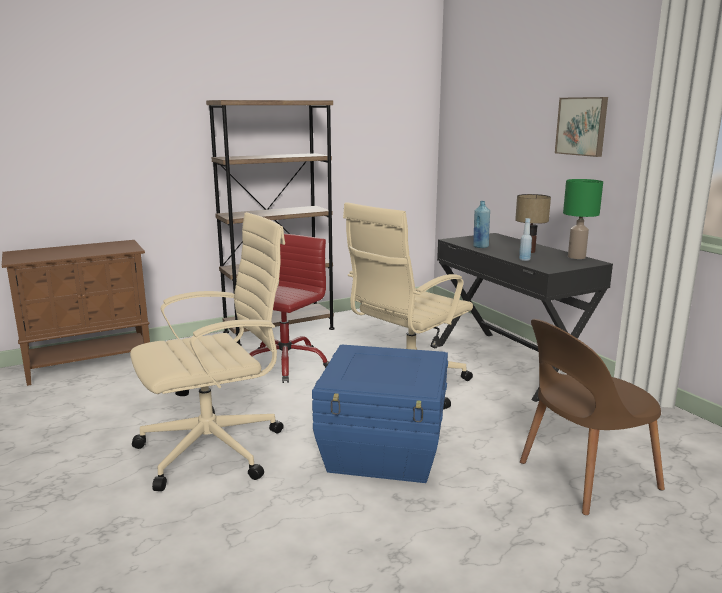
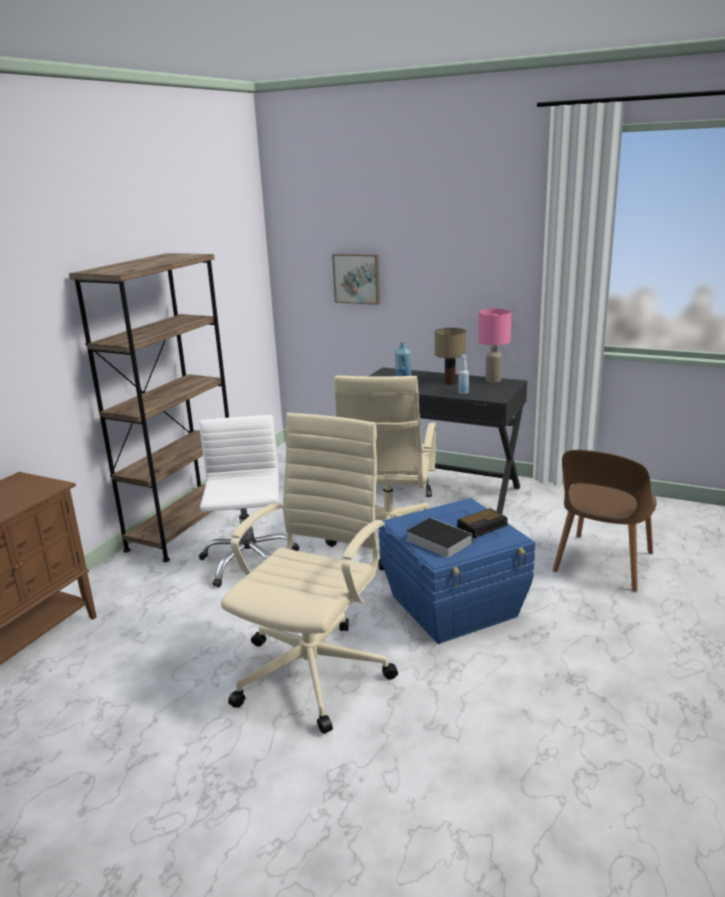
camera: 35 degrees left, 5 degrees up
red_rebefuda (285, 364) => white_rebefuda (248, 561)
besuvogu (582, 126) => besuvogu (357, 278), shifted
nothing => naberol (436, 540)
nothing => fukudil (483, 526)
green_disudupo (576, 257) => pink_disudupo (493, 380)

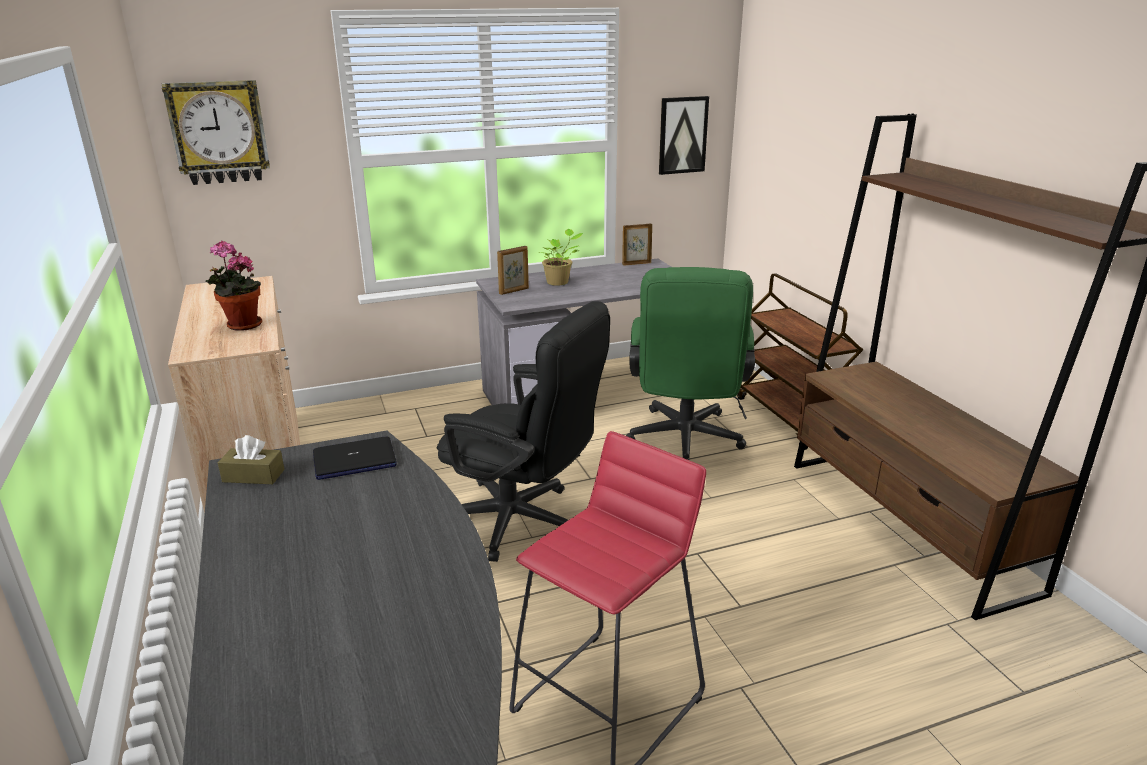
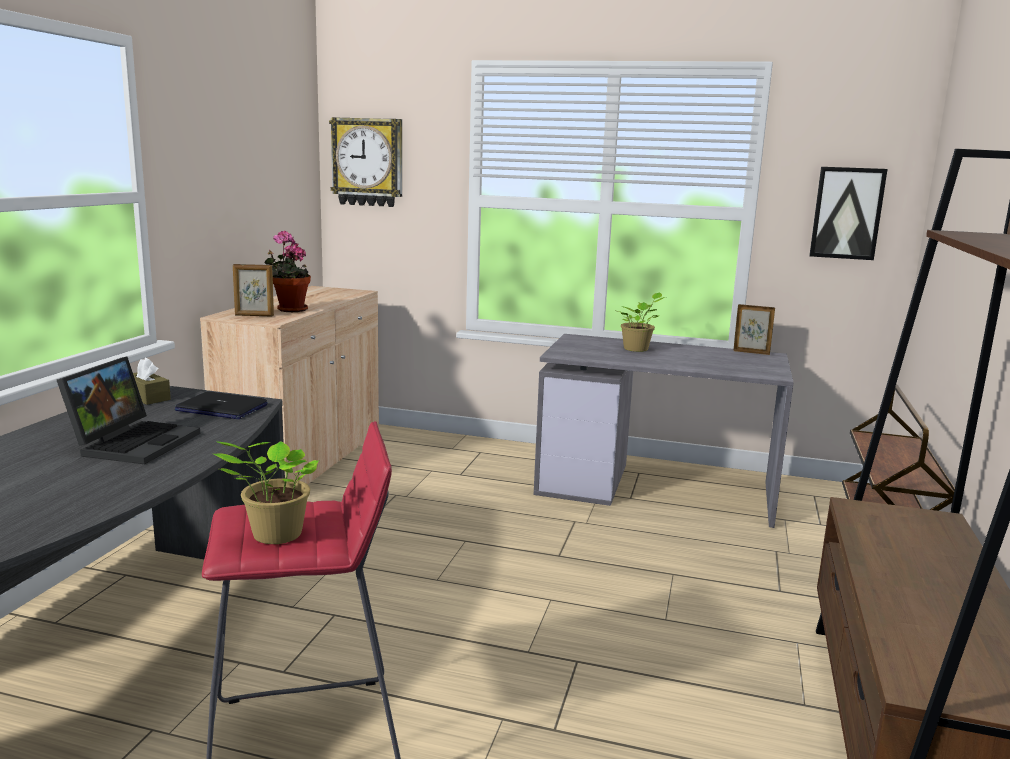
camera: 35 degrees right, 10 degrees down
nothing => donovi (134, 442)
nothing => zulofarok (274, 535)
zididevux (514, 291) => zididevux (254, 315), shifted
black_rebefuda (523, 522) => nothing
green_rebefuda (684, 442) => nothing

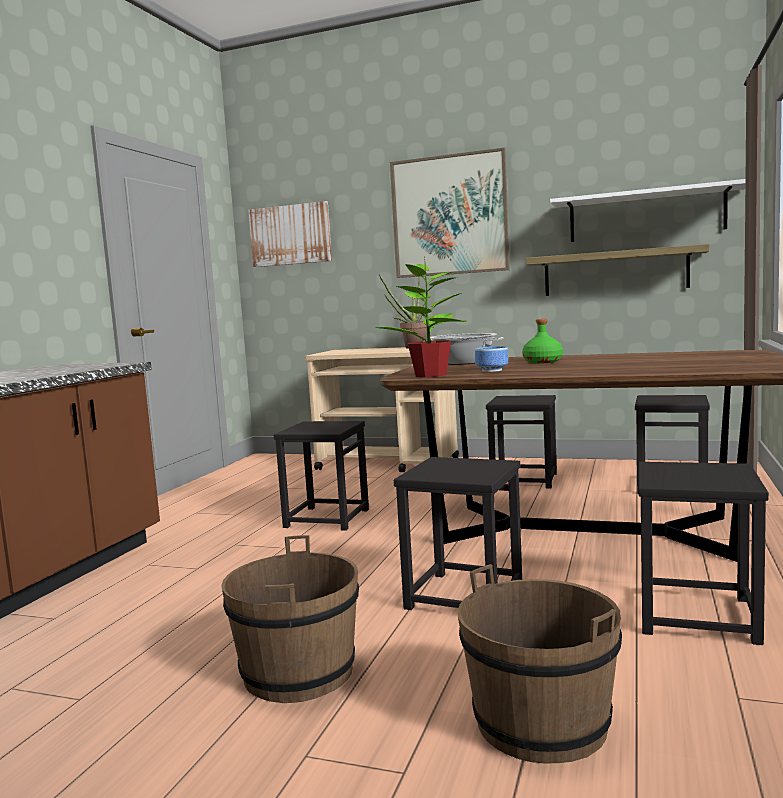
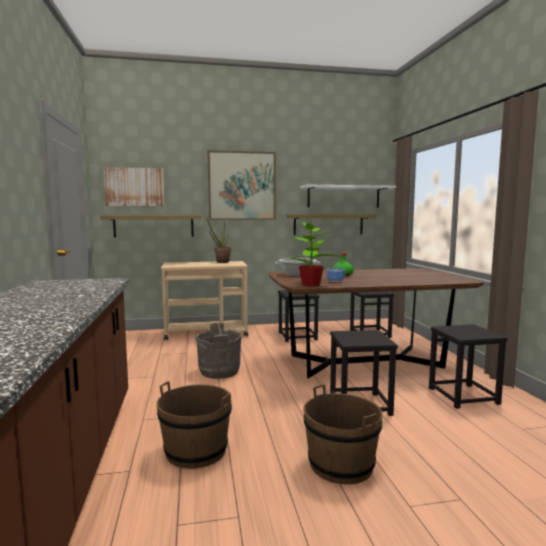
camera: 30 degrees left, 0 degrees up
nothing => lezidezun (154, 226)
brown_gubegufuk (541, 723) => brown_gubegufuk (196, 451), shifted
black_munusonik (326, 518) => grey_gubegufuk (219, 371)

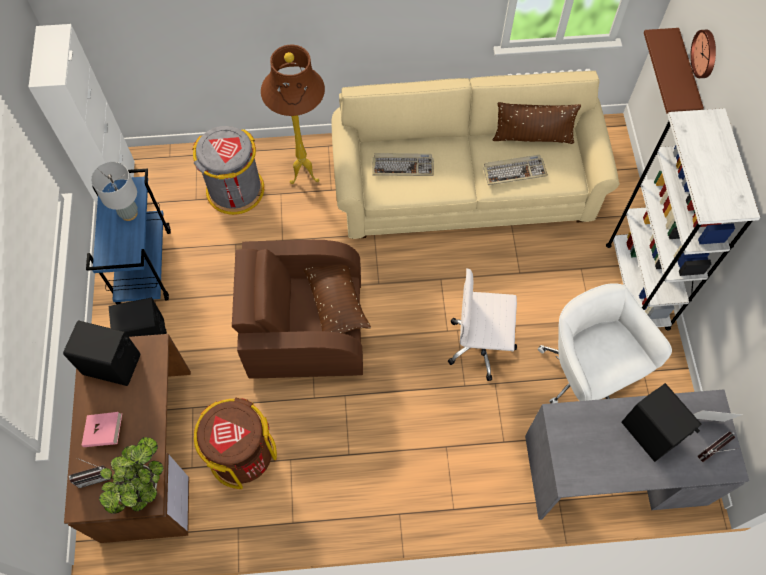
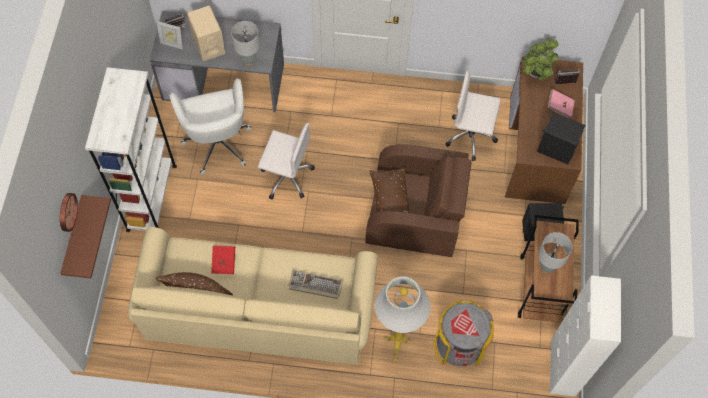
camera: 170 degrees left, 0 degrees up
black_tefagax (651, 432) => beige_tefagax (208, 45)
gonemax (514, 171) => red_naberol (224, 262)
nothing => grey_disudupo (248, 60)
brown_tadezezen (305, 176) => white_tadezezen (395, 347)
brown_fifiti (242, 454) => white_rebefuda (471, 136)
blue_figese (144, 265) => brown_figese (540, 289)

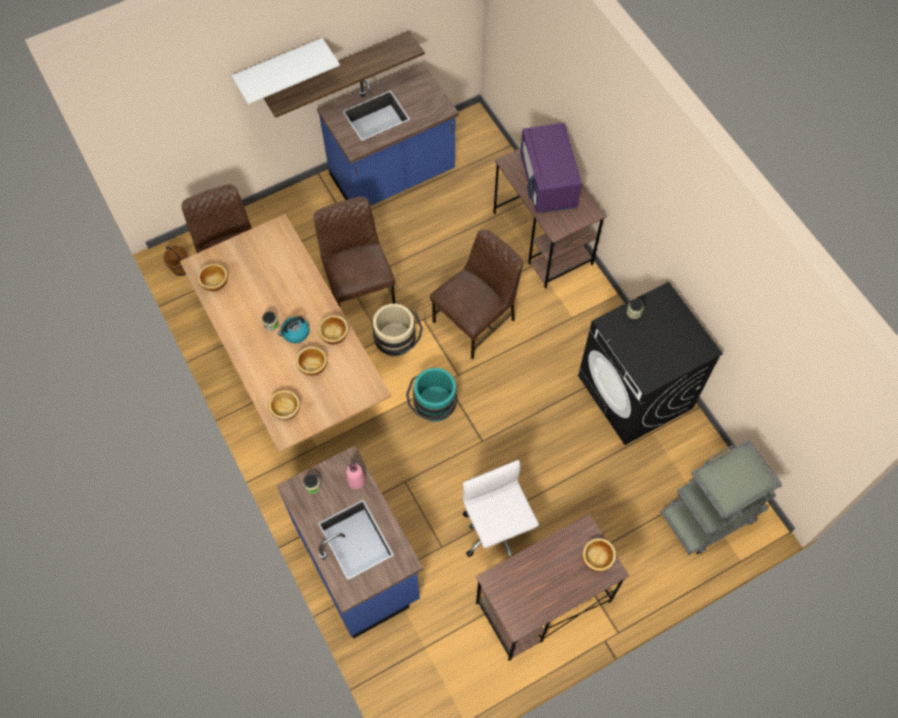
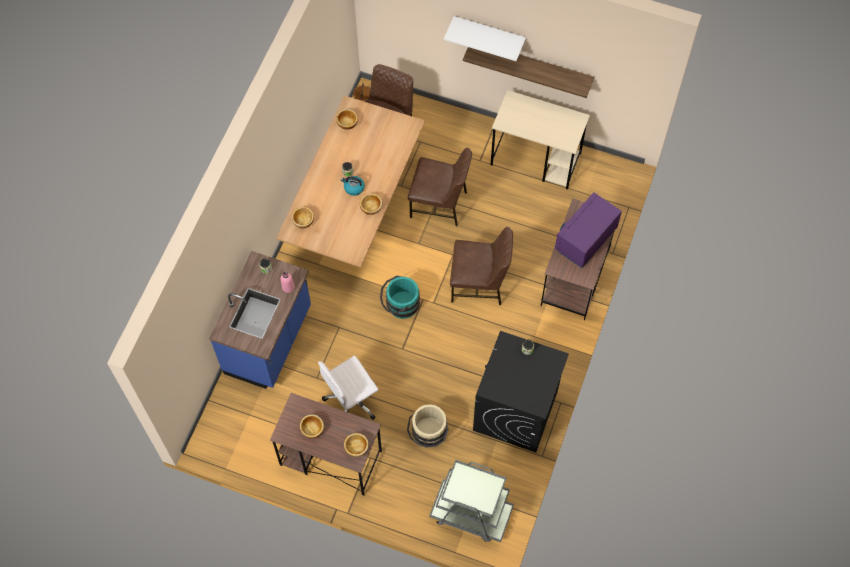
camera: 50 degrees right, 0 degrees up
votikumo (312, 366) => votikumo (312, 429), shifted
white_rebefuda (497, 532) => white_rebefuda (352, 401), 150 degrees counterclockwise
beige_gubegufuk (397, 343) => beige_gubegufuk (428, 435), shifted
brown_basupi (359, 288) => brown_basupi (439, 204), 75 degrees clockwise
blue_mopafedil (393, 175) => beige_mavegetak (536, 159)

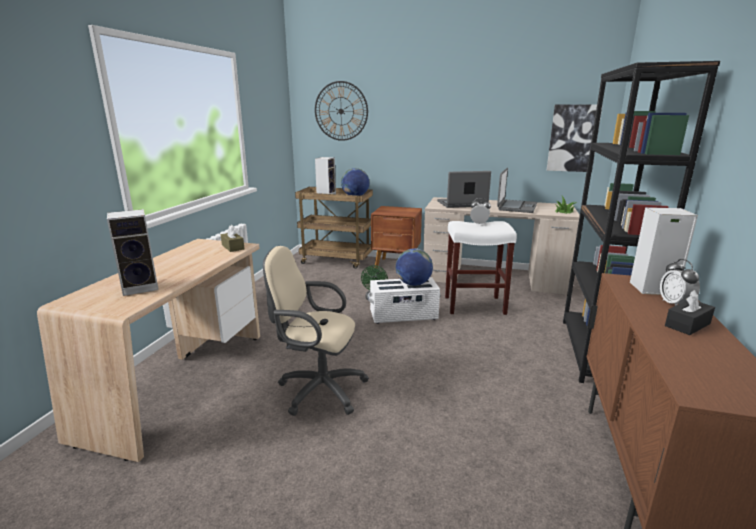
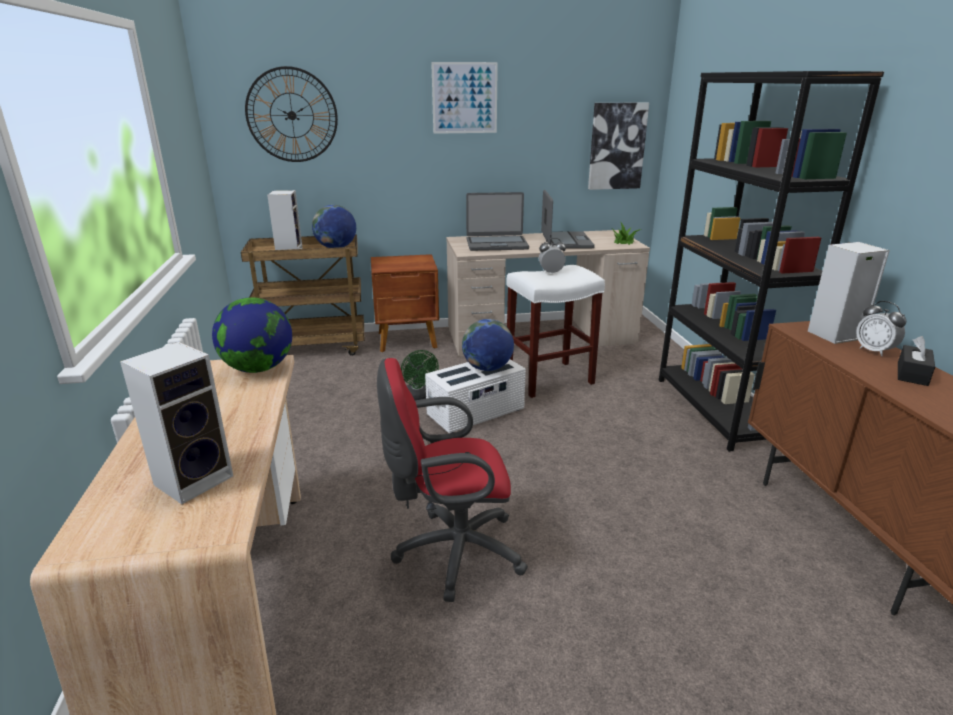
camera: 25 degrees left, 5 degrees up
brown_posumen (233, 247) => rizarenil (258, 369)
beige_rebefuda (317, 389) => red_rebefuda (452, 553)
nothing => besuvogu (464, 98)
donovi (462, 204) => donovi (496, 244), 150 degrees counterclockwise

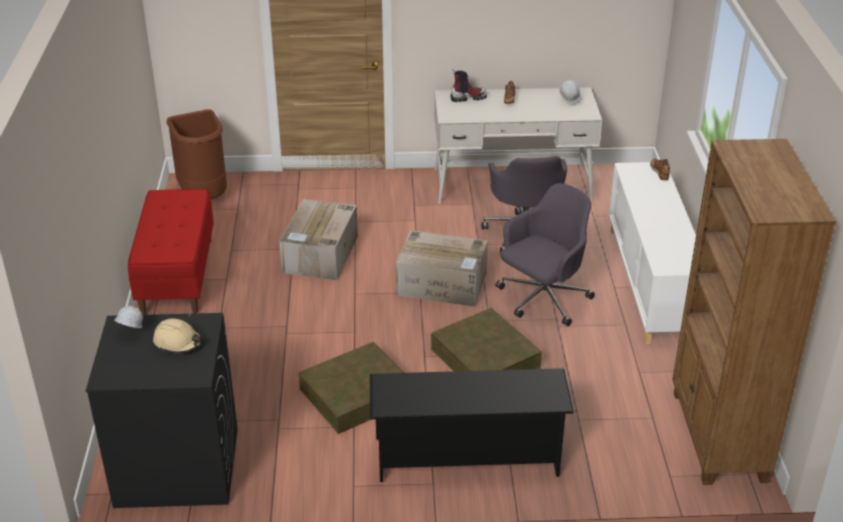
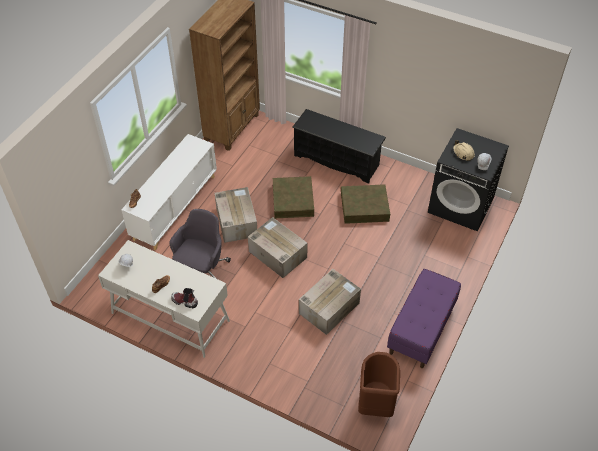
camera: 150 degrees left, 15 degrees up
grey_rebefuda (542, 299) => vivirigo (236, 221)
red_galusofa (177, 275) => purple_galusofa (421, 329)

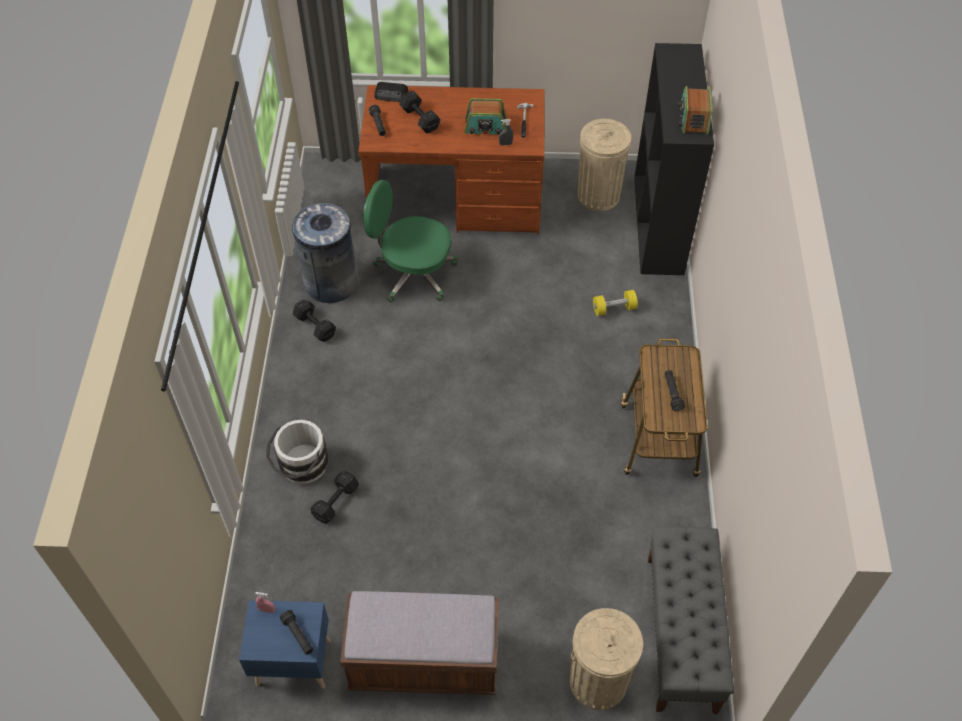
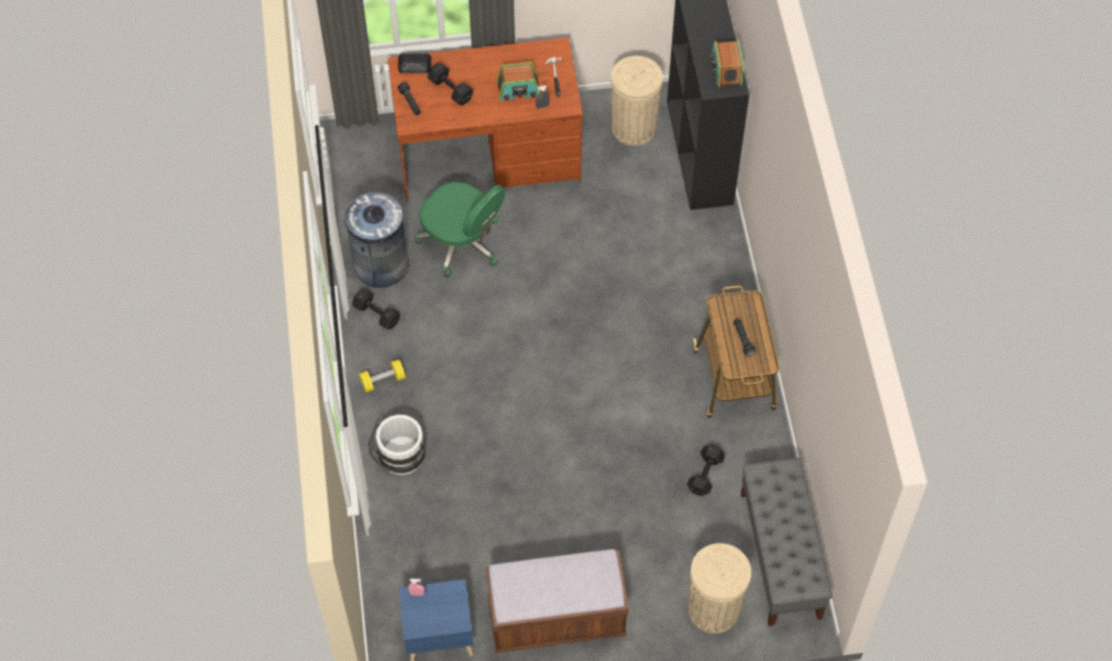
camera: 10 degrees left, 5 degrees up
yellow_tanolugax (614, 308) => yellow_tanolugax (383, 380), shifted
green_rebefuda (413, 274) => green_rebefuda (462, 243), 150 degrees counterclockwise
black_tanolugax (337, 501) => black_tanolugax (706, 474), shifted
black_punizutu (298, 635) => nothing

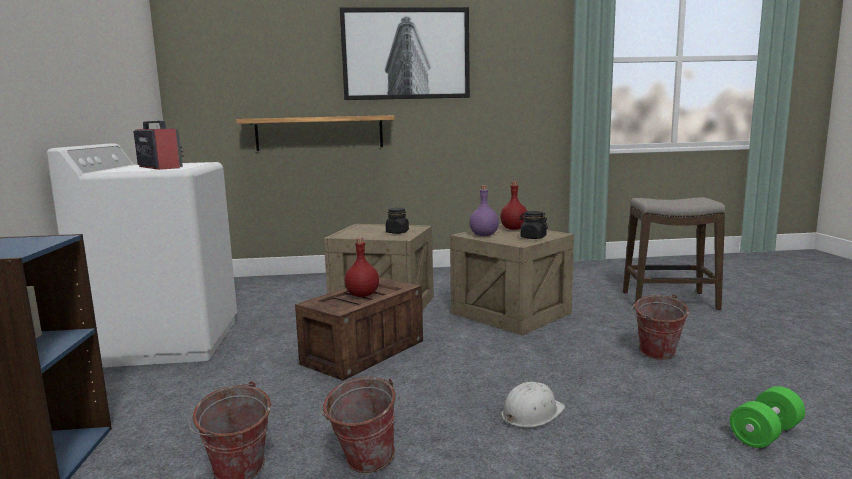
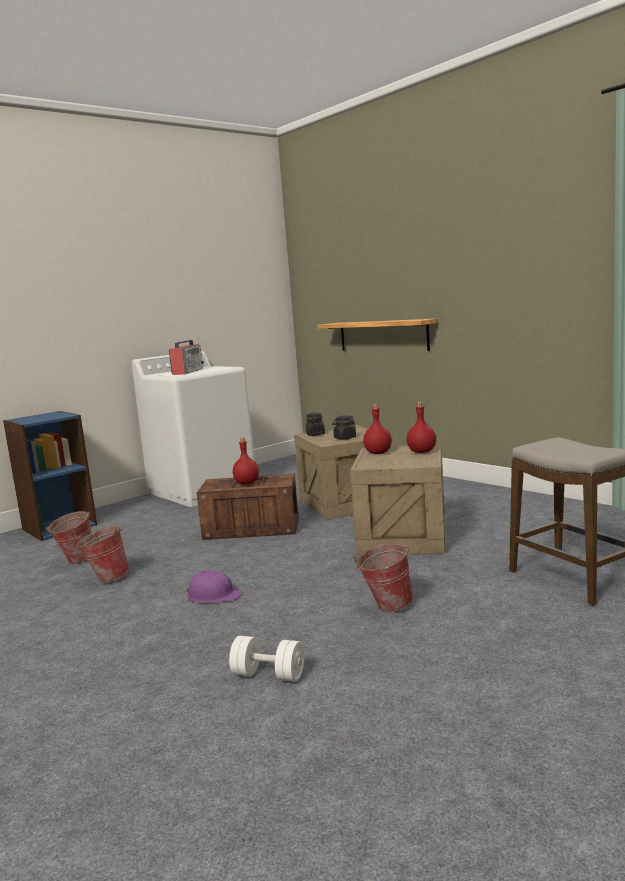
camera: 55 degrees right, 0 degrees up
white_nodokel (531, 413) => purple_nodokel (213, 595)
green_tanolugax (765, 434) => white_tanolugax (268, 675)
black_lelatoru (533, 237) => black_lelatoru (315, 434), shifted
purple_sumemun (483, 235) => red_sumemun (378, 453)
besuvogu (406, 54) => nothing

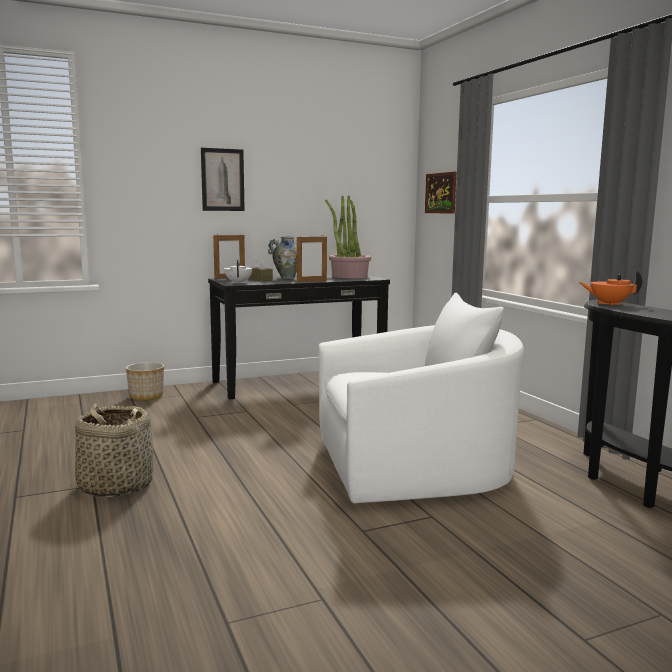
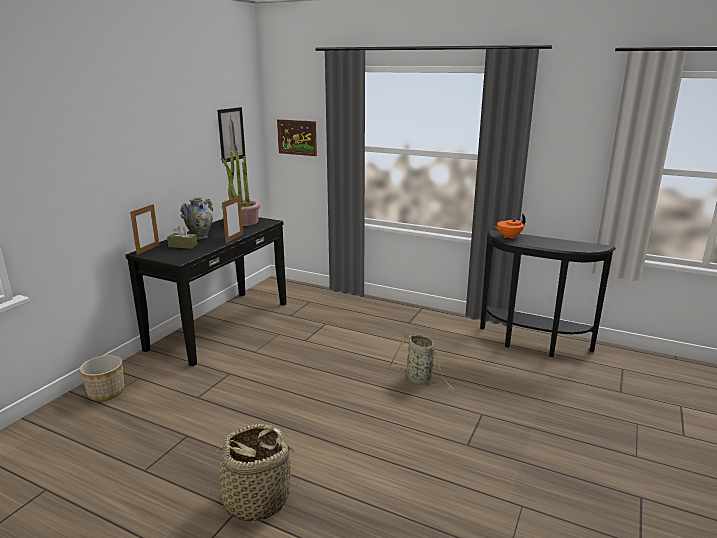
camera: 40 degrees left, 10 degrees up
besuvogu (222, 180) => besuvogu (231, 134), shifted
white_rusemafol (415, 468) => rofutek (420, 380)
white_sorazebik (238, 283) => nothing

